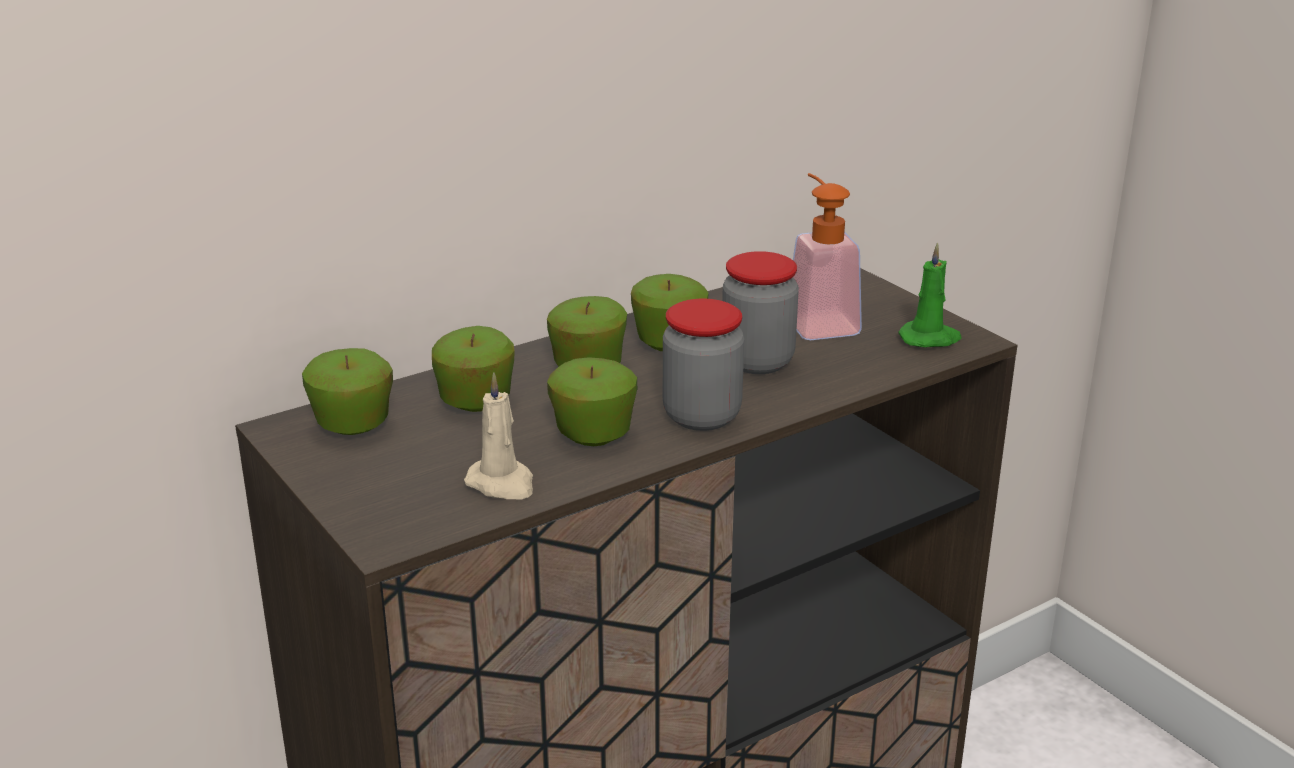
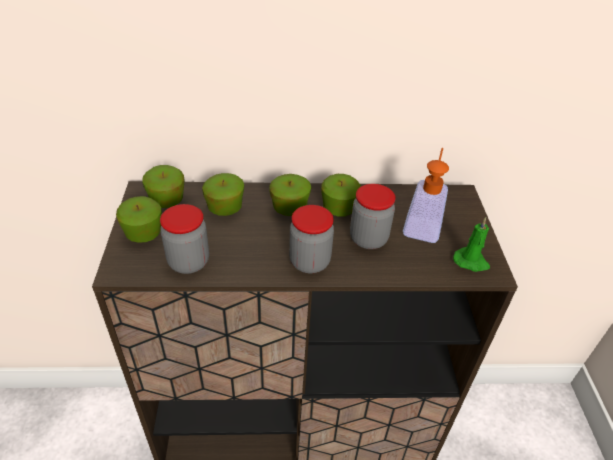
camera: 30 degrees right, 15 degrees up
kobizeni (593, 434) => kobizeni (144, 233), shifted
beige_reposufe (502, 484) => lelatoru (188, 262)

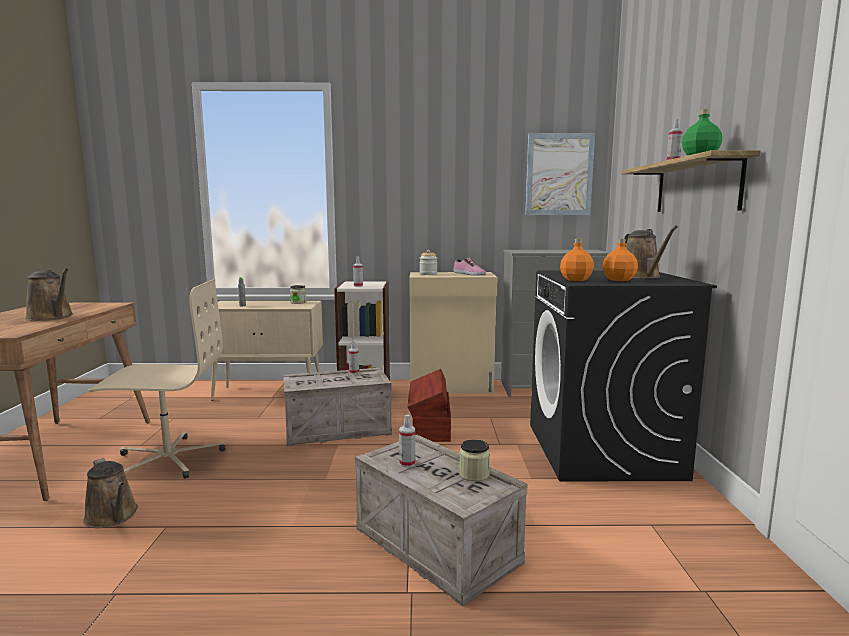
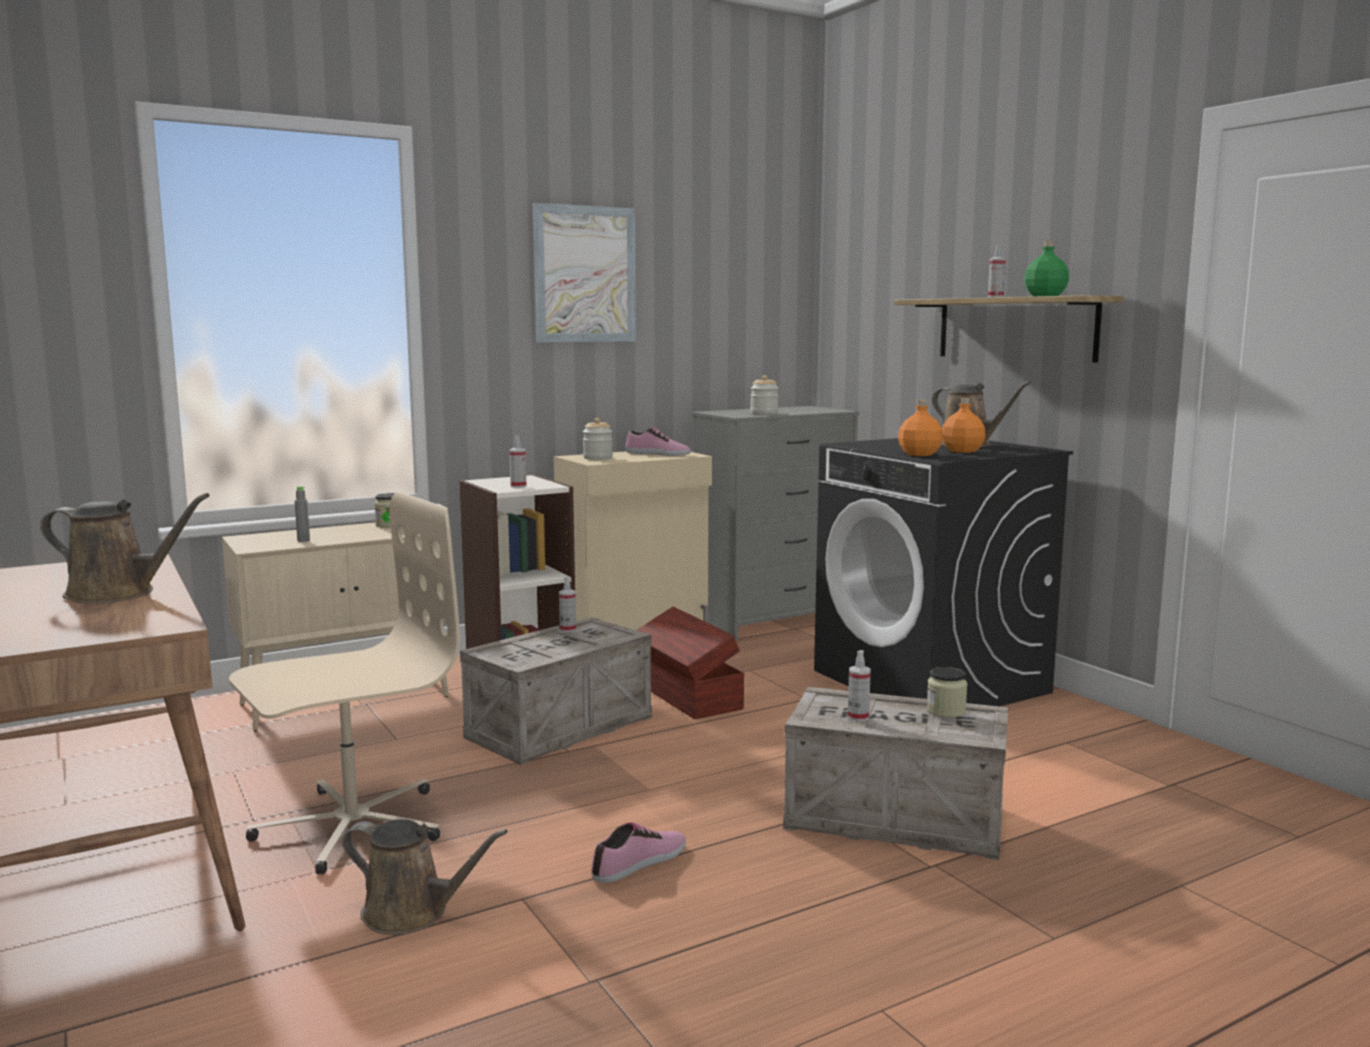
camera: 30 degrees left, 0 degrees up
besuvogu (559, 174) => besuvogu (585, 274), shifted
nothing => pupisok (640, 863)
nothing => lelatoru (764, 413)

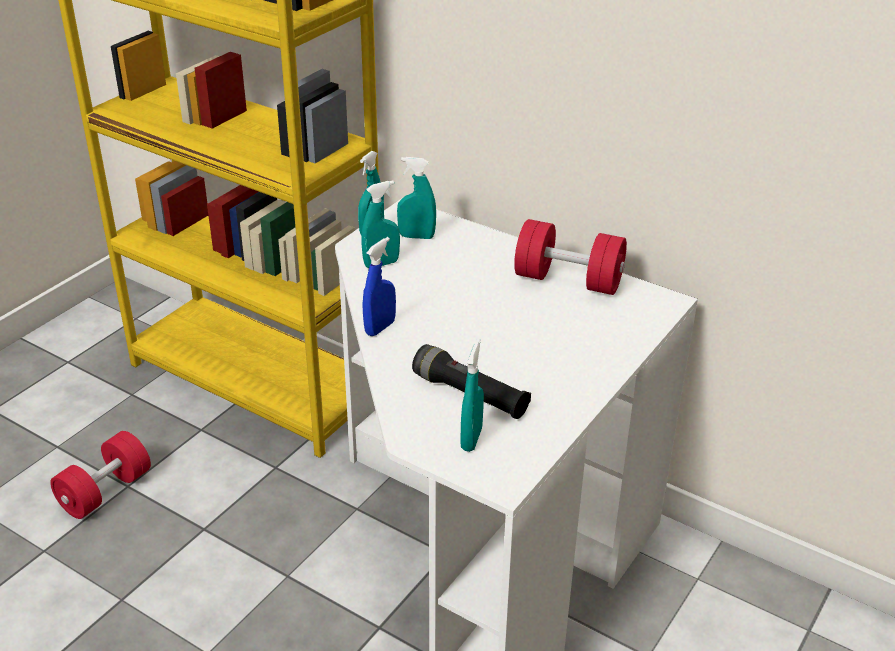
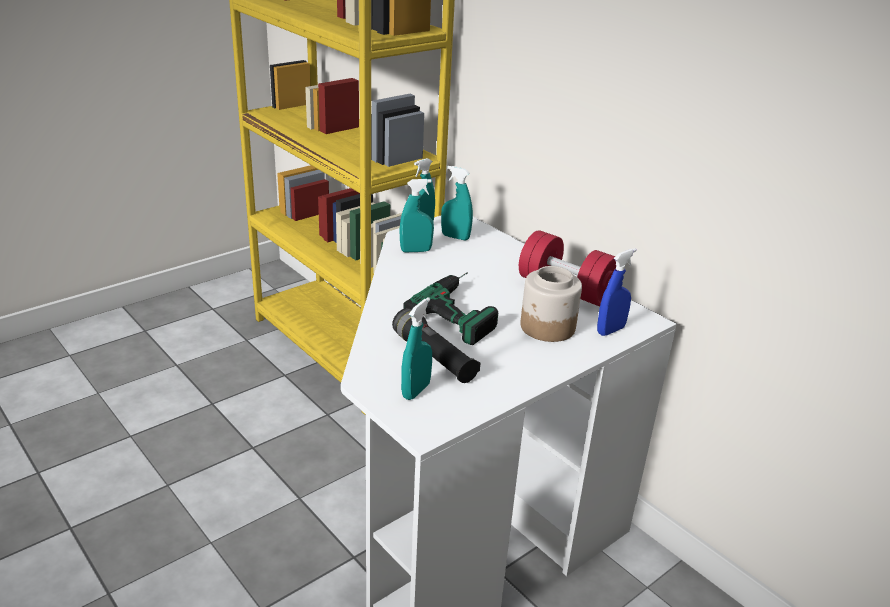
camera: 15 degrees right, 5 degrees down
nothing => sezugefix (464, 309)
nothing => lelatoru (547, 327)
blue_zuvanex (380, 328) => blue_zuvanex (610, 330), shifted
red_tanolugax (105, 491) => nothing

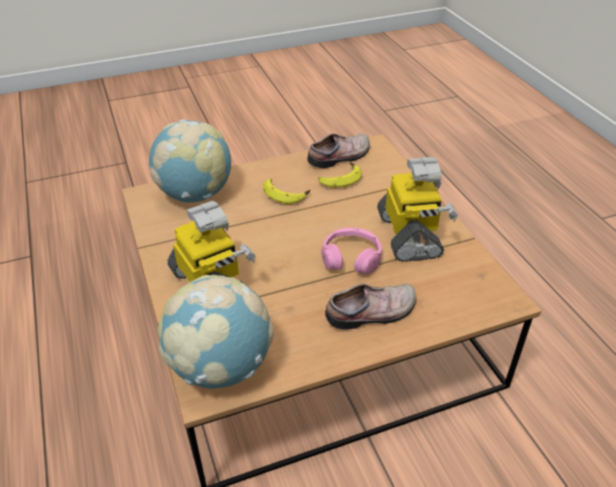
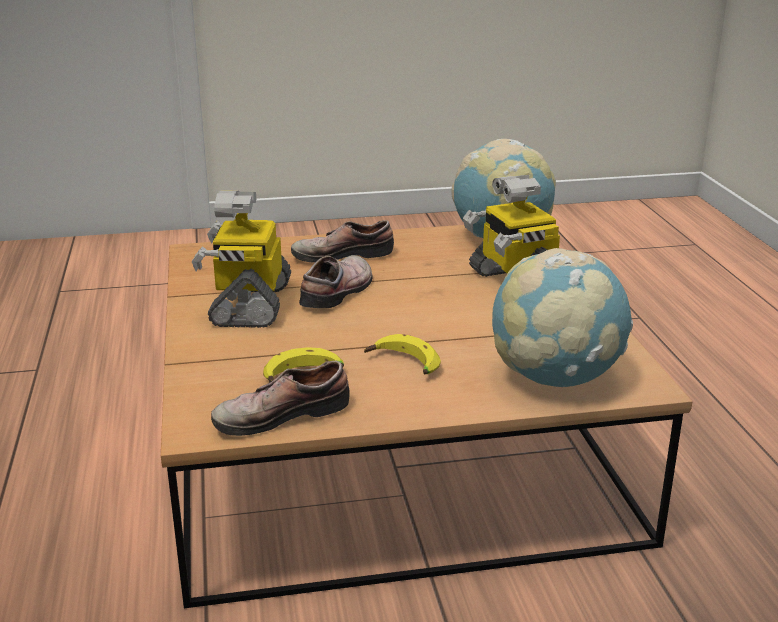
camera: 170 degrees left, 15 degrees down
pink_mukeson (351, 258) => pupisok (339, 291)

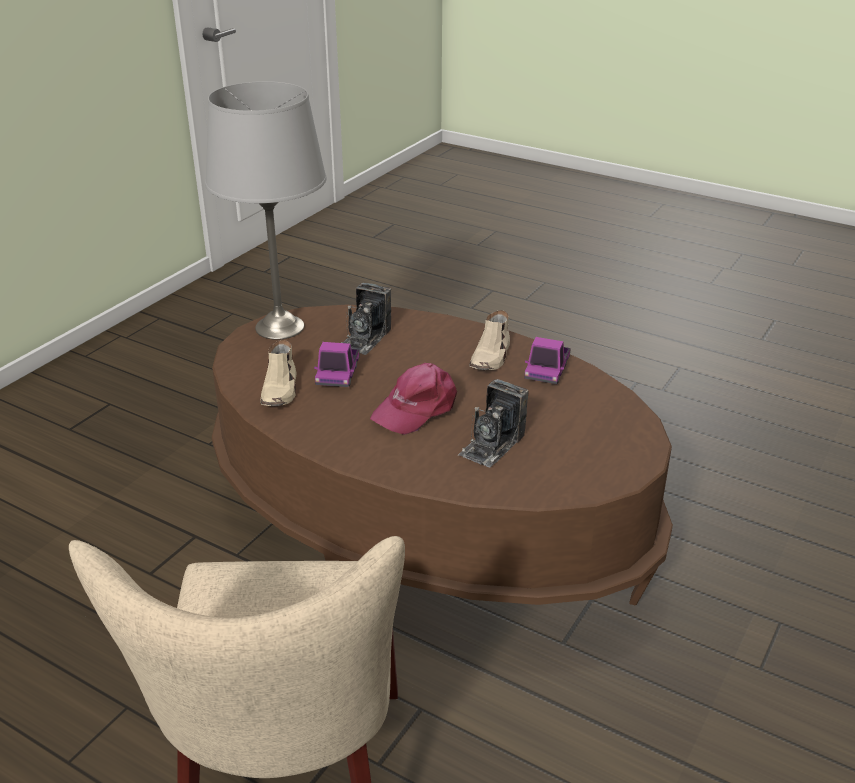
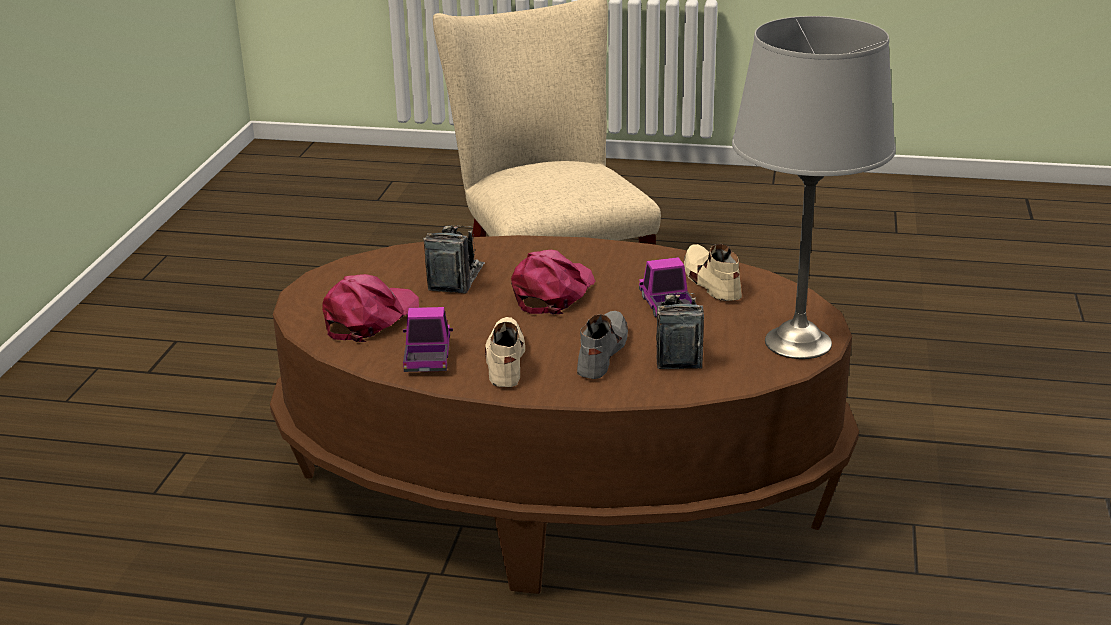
camera: 160 degrees right, 5 degrees down
nothing => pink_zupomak (370, 318)
nothing => grey_pupisok (601, 353)

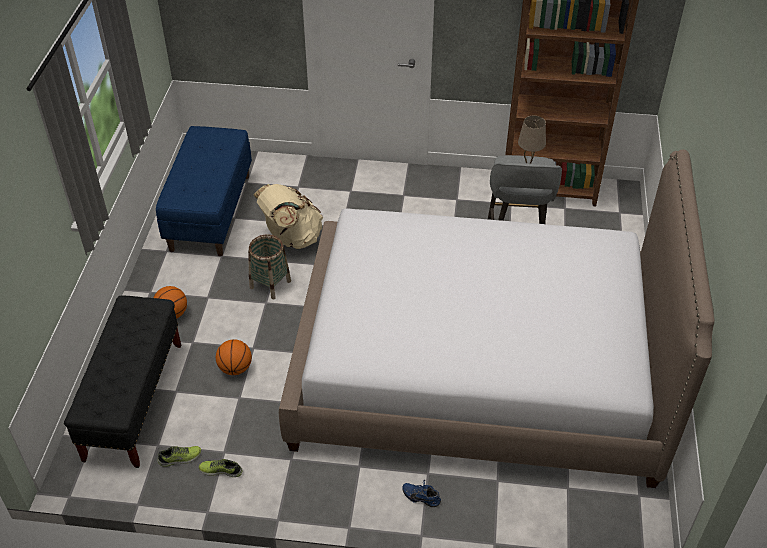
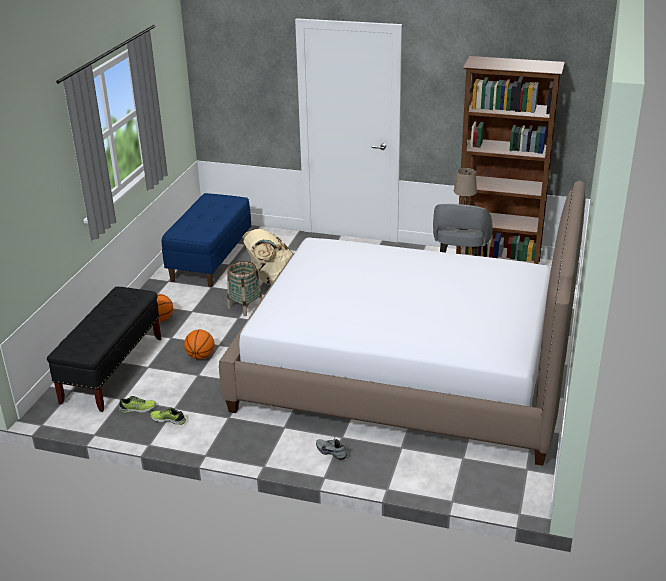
camera: 10 degrees right, 15 degrees down
blue_pupisok (421, 496) => grey_pupisok (332, 452)

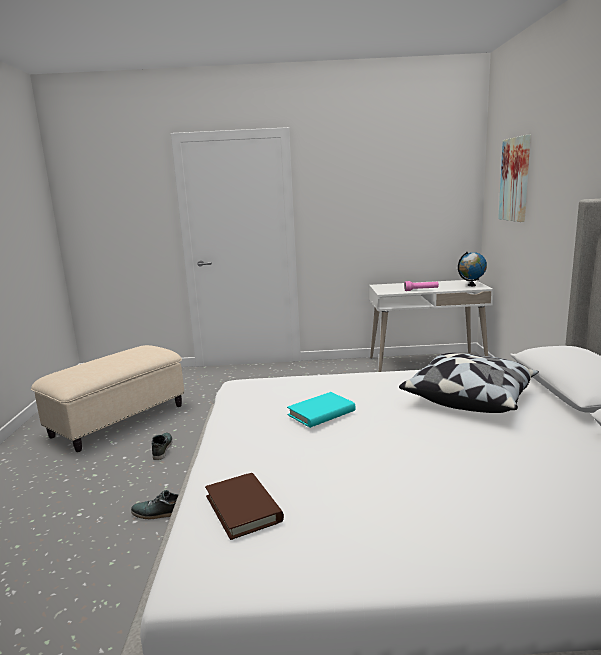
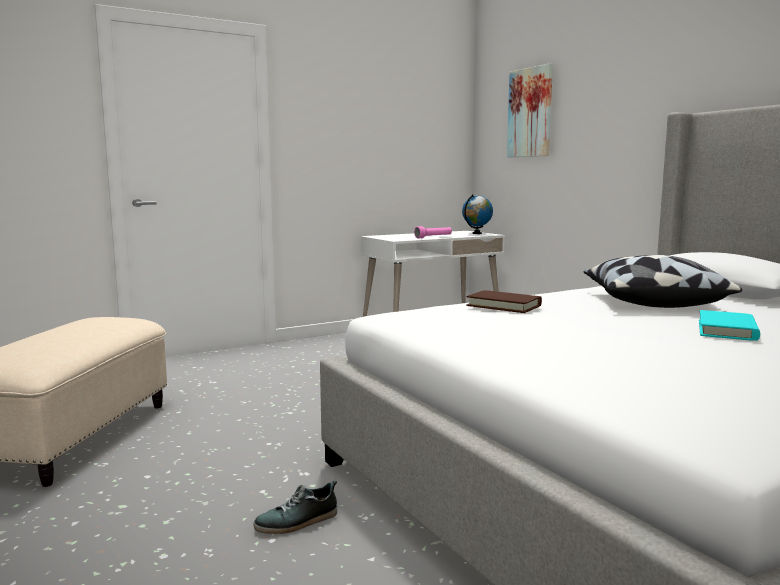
camera: 30 degrees left, 5 degrees down
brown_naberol (243, 508) => brown_naberol (503, 305), shifted
turquoise_naberol (321, 413) => turquoise_naberol (727, 330), shifted
pupisok (162, 448) => nothing

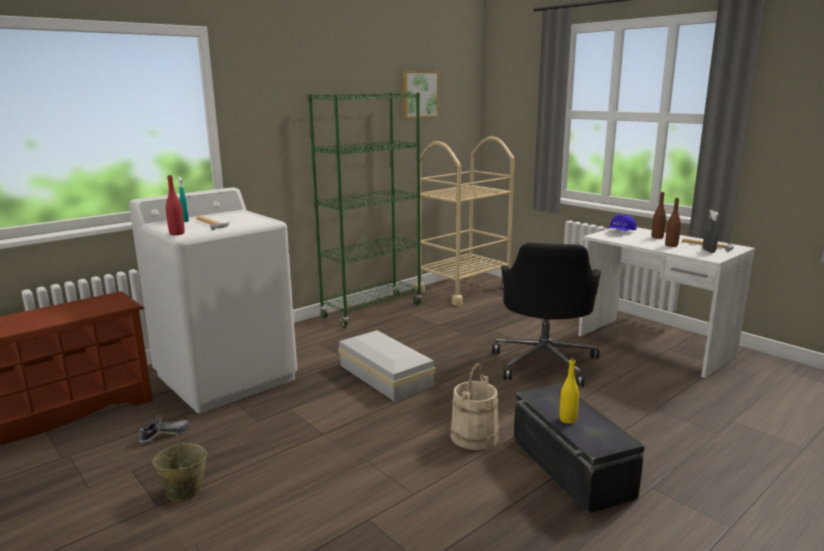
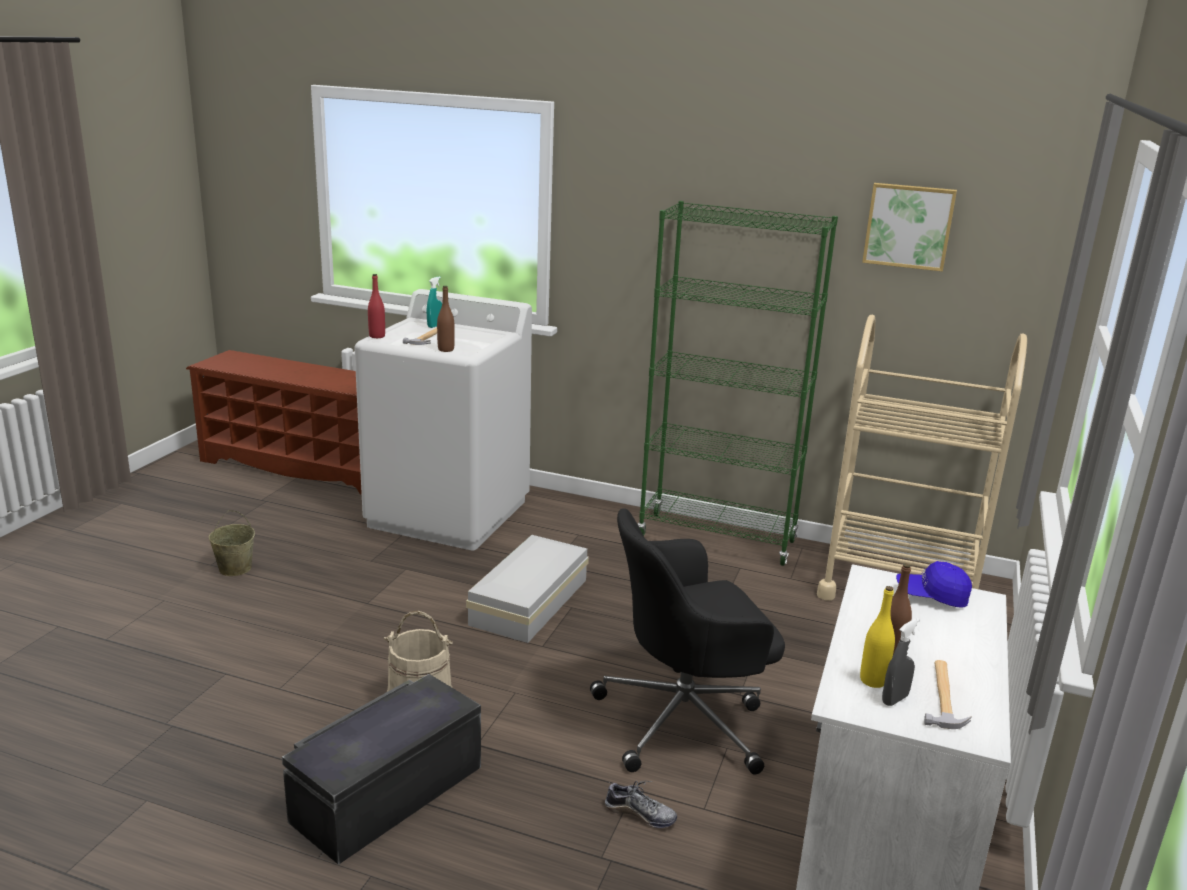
camera: 60 degrees right, 5 degrees up
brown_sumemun (657, 237) => brown_sumemun (446, 349), shifted
pupisok (165, 435) => pupisok (640, 814), shifted
yellow_sumemun (567, 419) => yellow_sumemun (873, 680), shifted

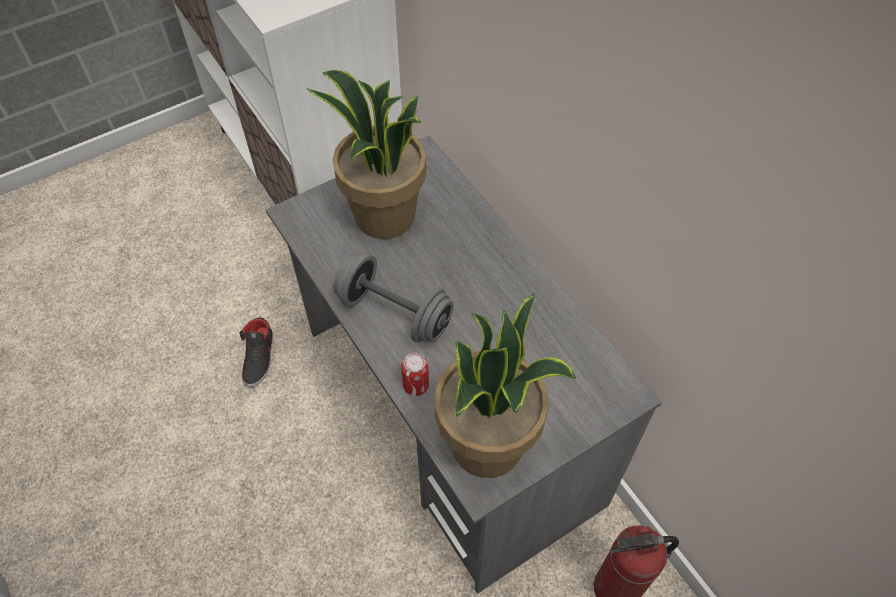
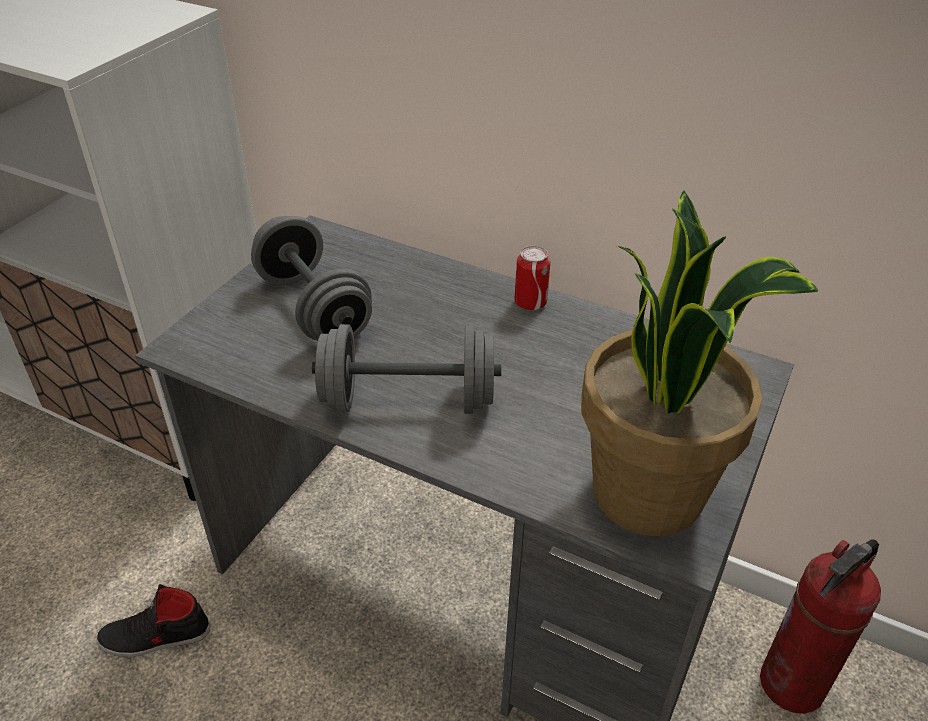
camera: 30 degrees left, 15 degrees down
black_pupisok (259, 358) => black_pupisok (155, 637), 105 degrees clockwise
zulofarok (384, 217) => grey_tanolugax (314, 308)
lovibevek (416, 385) => lovibevek (530, 302), shifted

